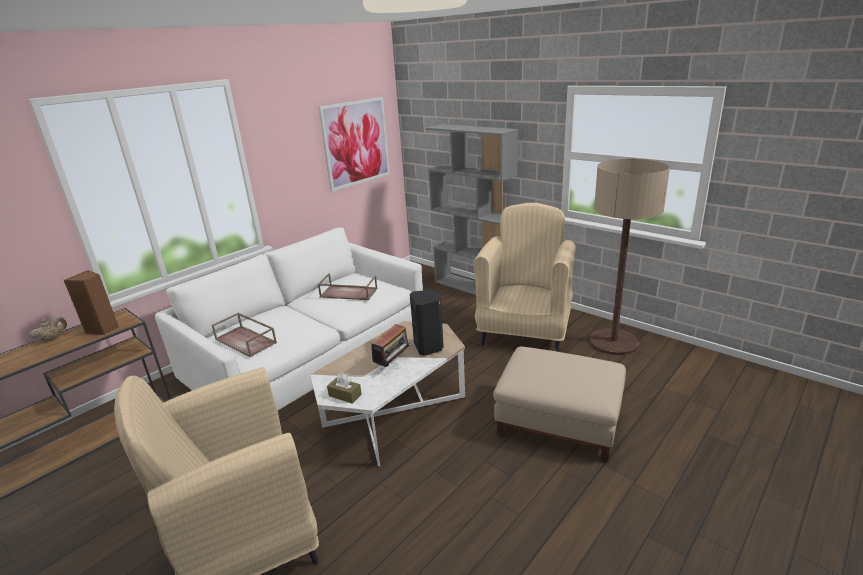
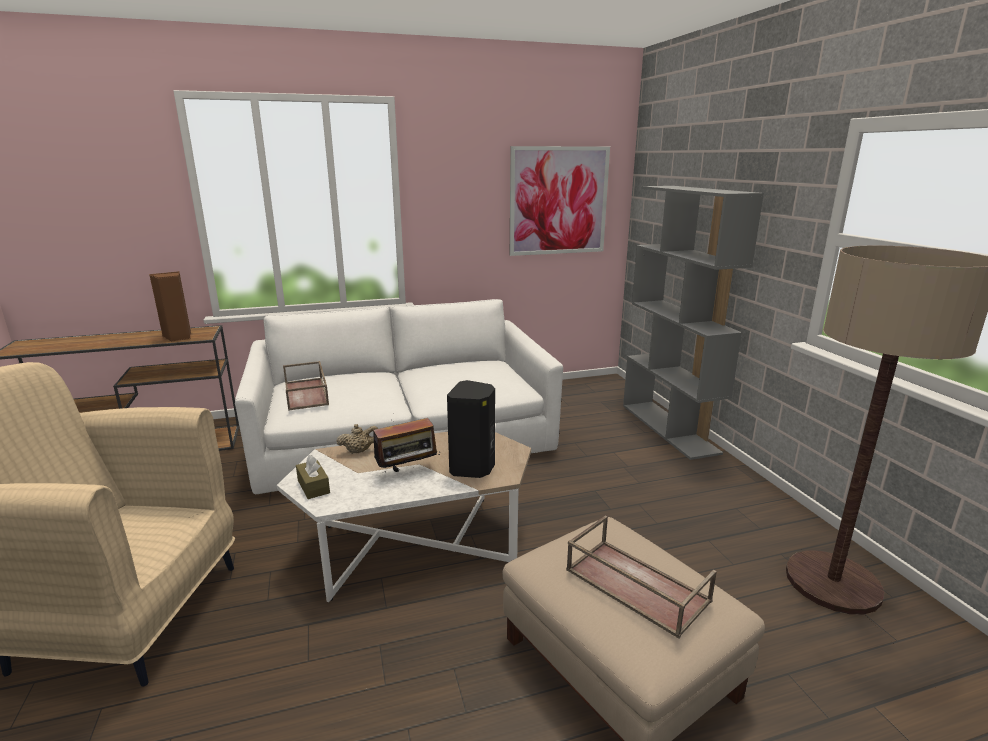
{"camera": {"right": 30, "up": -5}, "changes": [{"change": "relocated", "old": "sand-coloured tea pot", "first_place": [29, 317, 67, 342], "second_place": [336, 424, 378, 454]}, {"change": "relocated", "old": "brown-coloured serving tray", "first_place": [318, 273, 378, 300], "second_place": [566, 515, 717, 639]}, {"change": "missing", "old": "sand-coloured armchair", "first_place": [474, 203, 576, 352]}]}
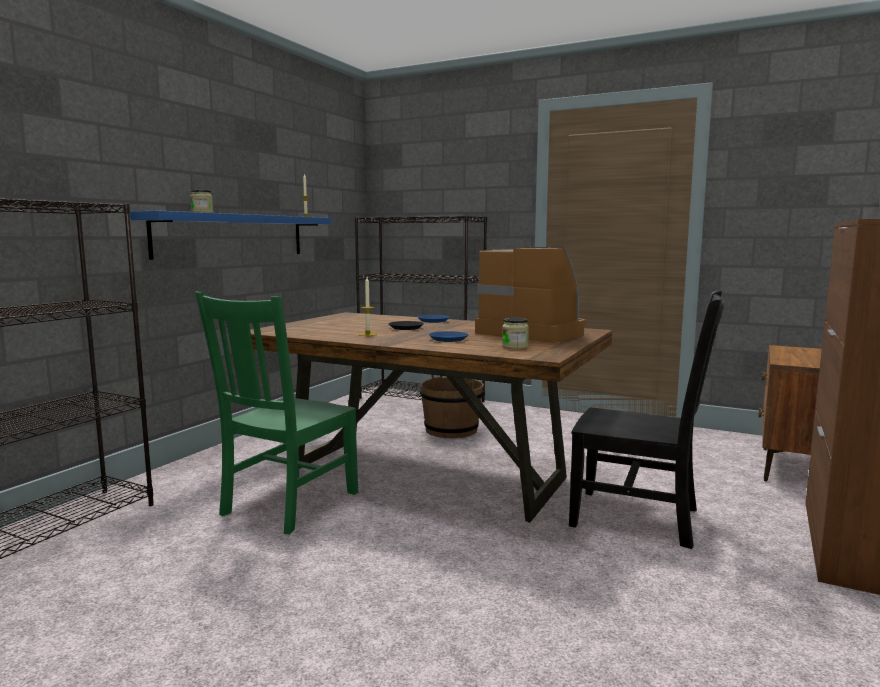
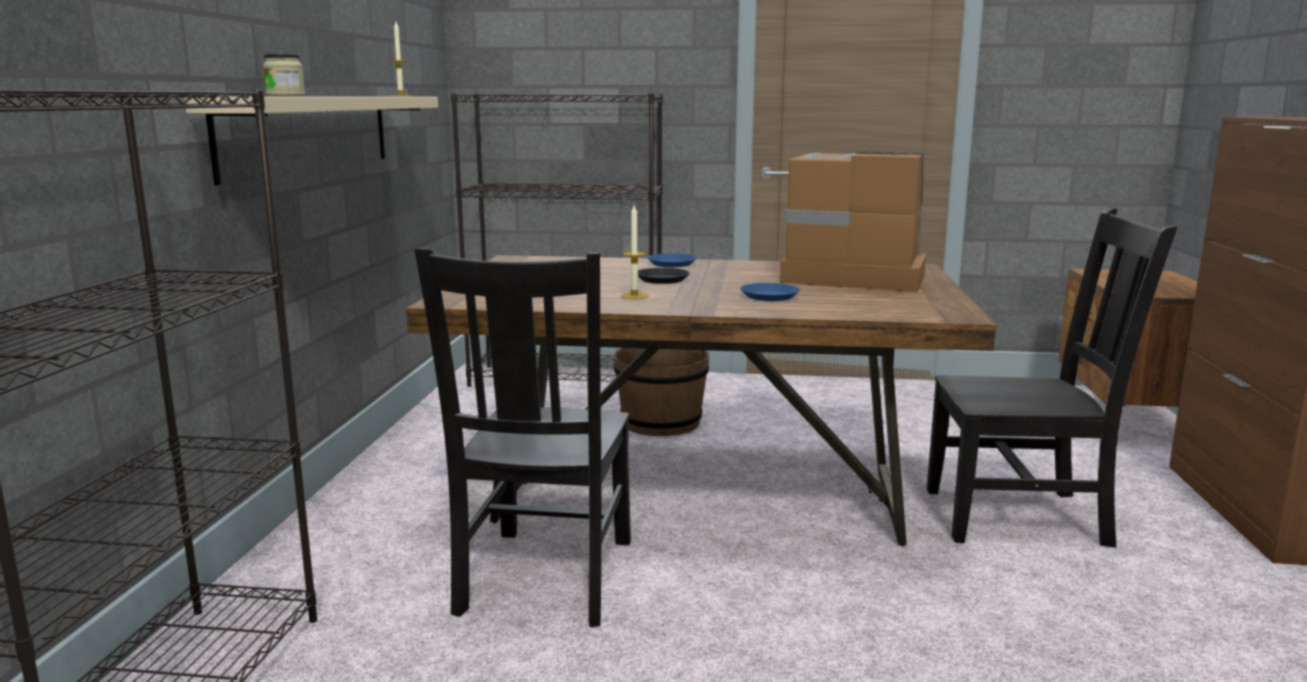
{"camera": {"right": -20, "up": 5}, "changes": [{"change": "colour", "old": "bluish wall shelf", "new": "sand-coloured wall shelf", "first_place": [130, 211, 331, 260], "second_place": [184, 97, 438, 185]}, {"change": "colour", "old": "green plain chair", "new": "blackish plain chair", "first_place": [195, 292, 358, 534], "second_place": [415, 248, 631, 627]}, {"change": "missing", "old": "storage jar", "first_place": [502, 318, 529, 349]}]}
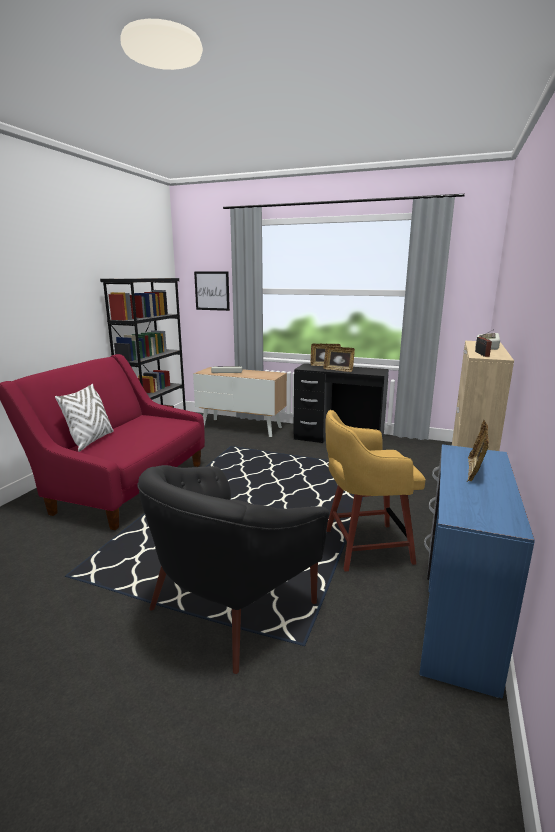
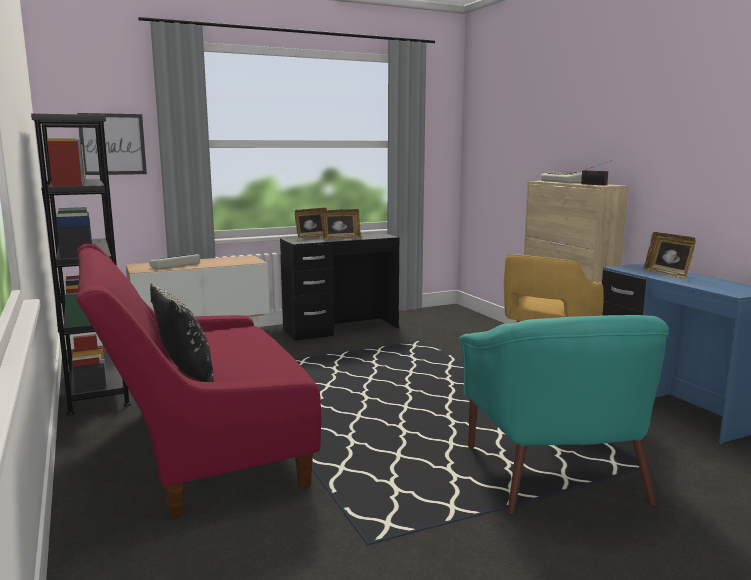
{"camera": {"right": -45, "up": -5}, "changes": [{"change": "colour", "old": "white-coloured pillow", "new": "blackish pillow", "first_place": [55, 384, 113, 452], "second_place": [150, 283, 214, 382]}, {"change": "colour", "old": "blackish armchair", "new": "turquoise armchair", "first_place": [137, 465, 330, 674], "second_place": [460, 315, 669, 514]}]}
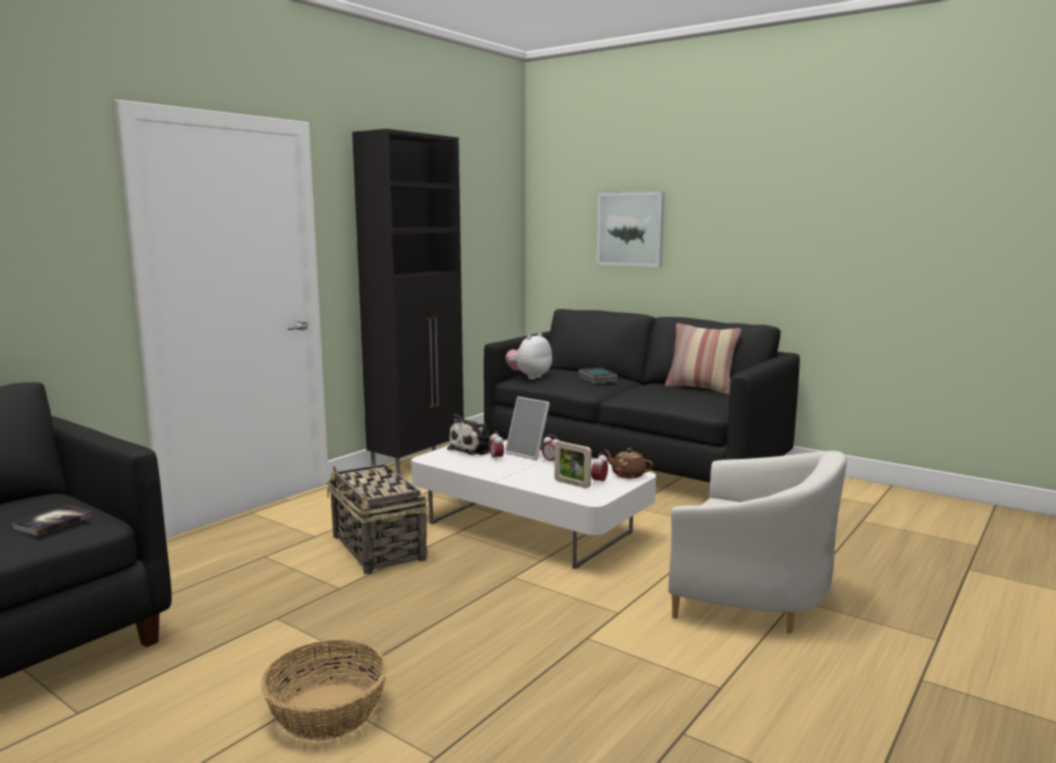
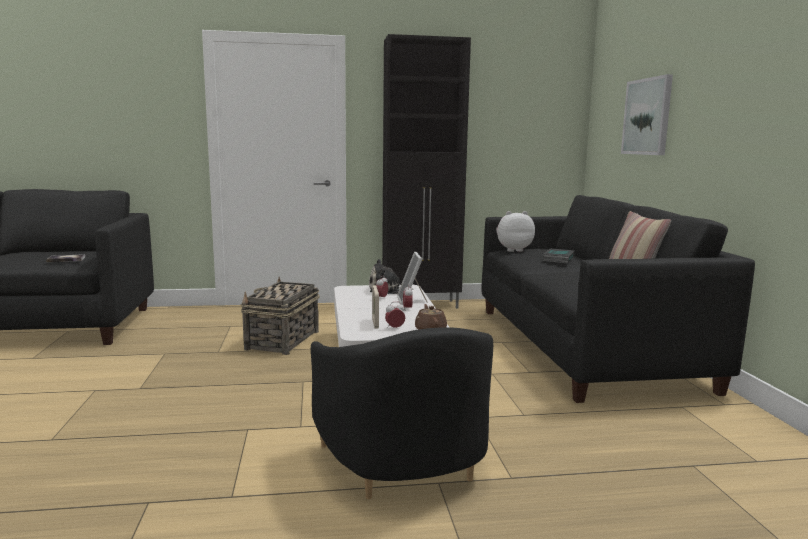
{"camera": {"right": 45, "up": 0}, "changes": [{"change": "missing", "old": "storage basket", "first_place": [261, 640, 388, 741]}, {"change": "colour", "old": "white-coloured armchair", "new": "blackish armchair", "first_place": [668, 451, 847, 634], "second_place": [311, 327, 493, 499]}]}
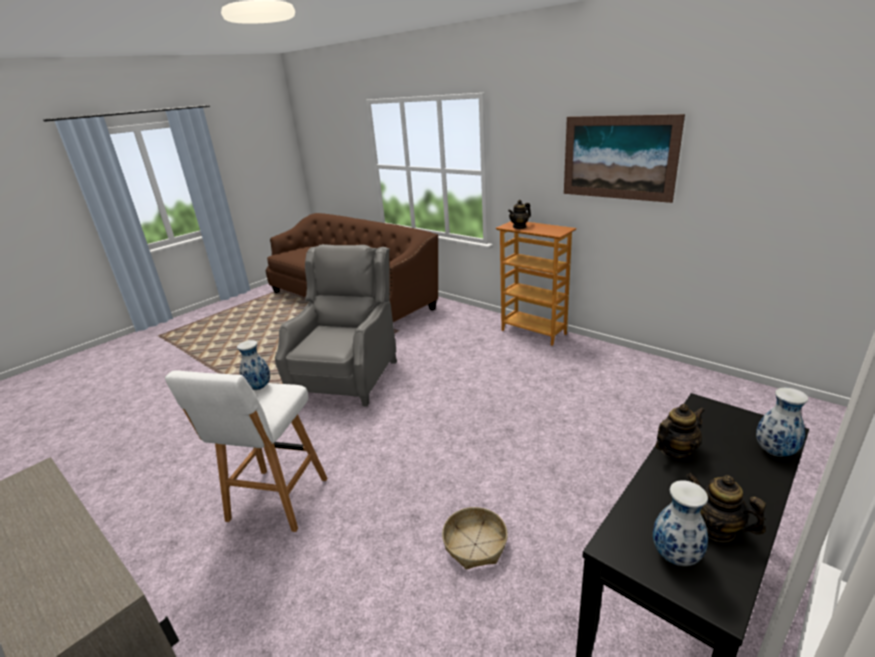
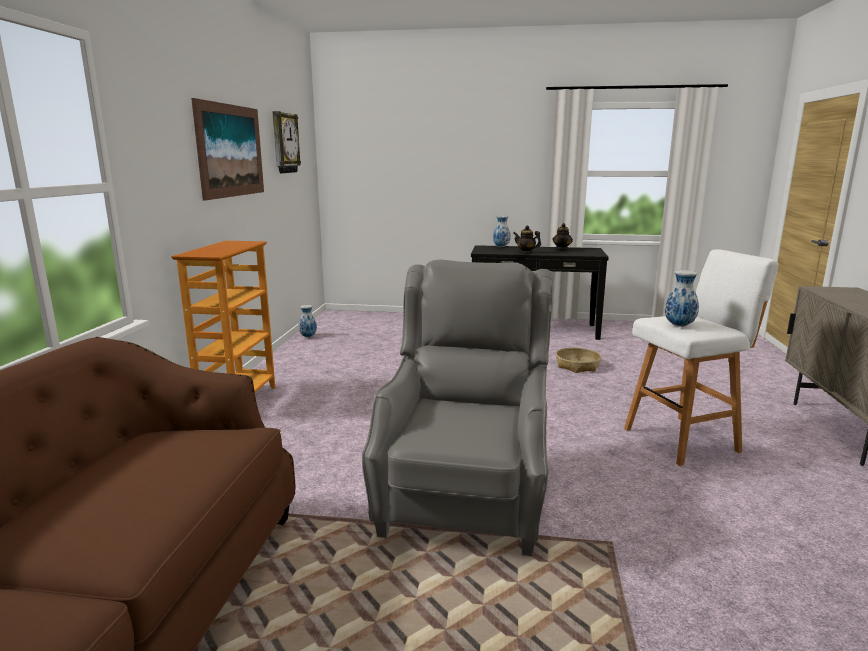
{"camera": {"right": -125, "up": -10}, "changes": [{"change": "spun", "old": "greyish armchair", "first_place": [275, 244, 397, 407], "second_place": [362, 259, 553, 556], "degrees": 120}, {"change": "missing", "old": "tea pot", "first_place": [508, 200, 531, 229]}, {"change": "relocated", "old": "flower vase", "first_place": [653, 480, 708, 566], "second_place": [298, 305, 317, 337]}, {"change": "appeared", "new": "clock on the wall", "second_place": [272, 111, 301, 173]}]}
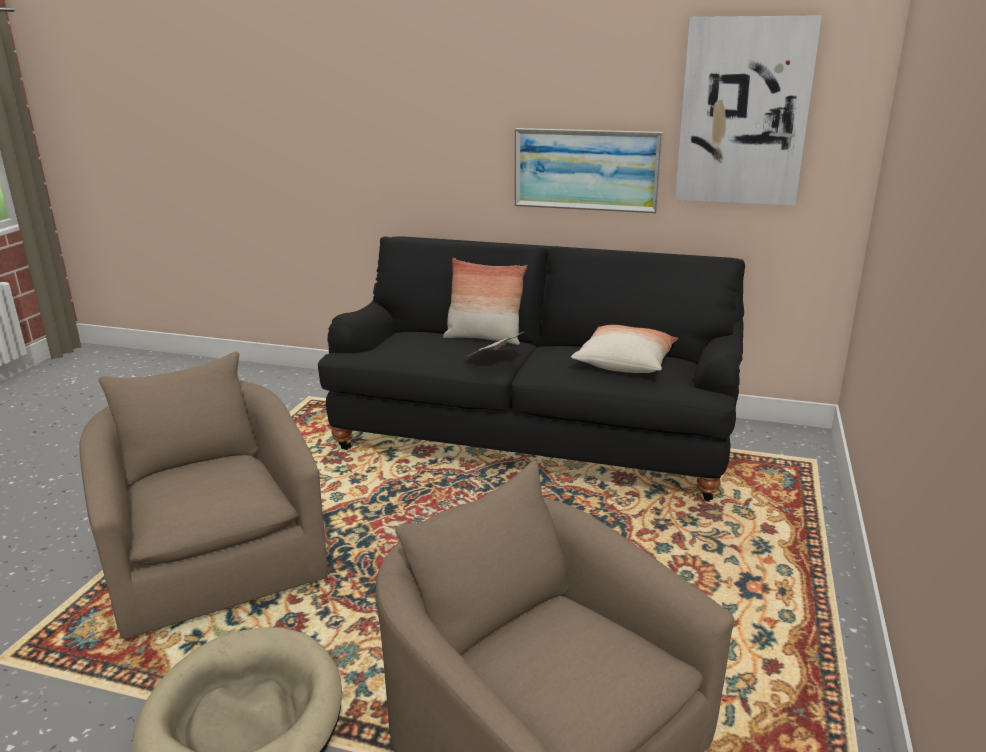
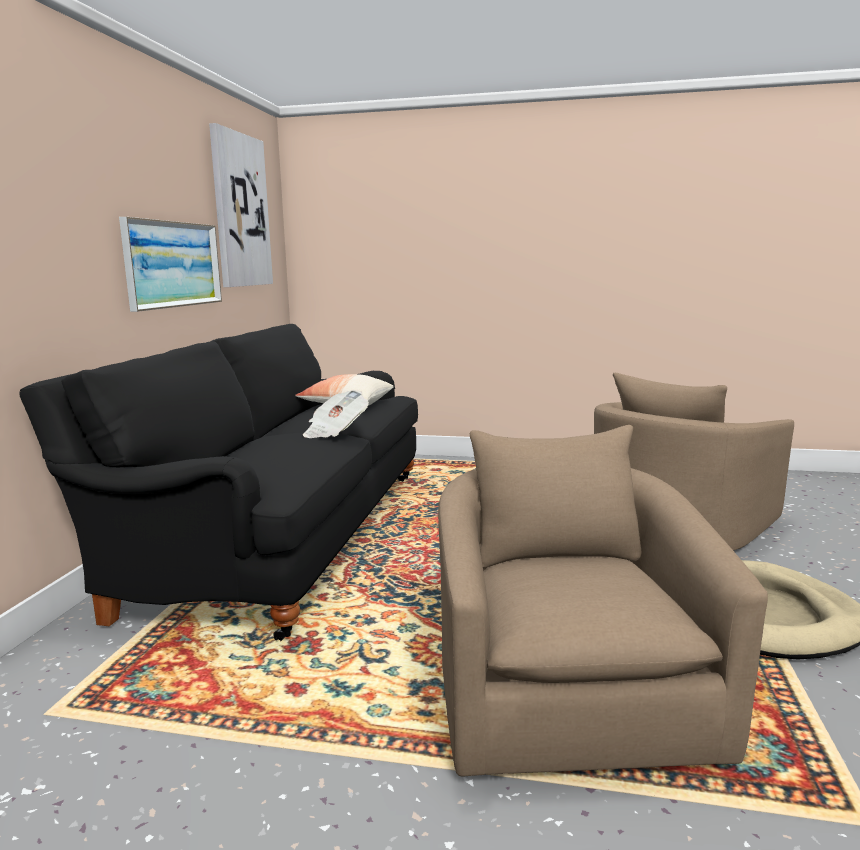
{"camera": {"right": -95, "up": -10}, "changes": [{"change": "spun", "old": "sand-coloured armchair", "first_place": [79, 352, 328, 639], "second_place": [438, 425, 768, 776], "degrees": 120}, {"change": "missing", "old": "pillow", "first_place": [443, 258, 527, 345]}]}
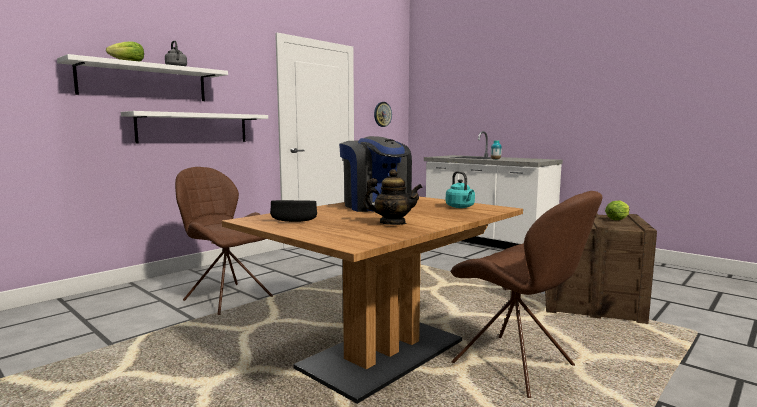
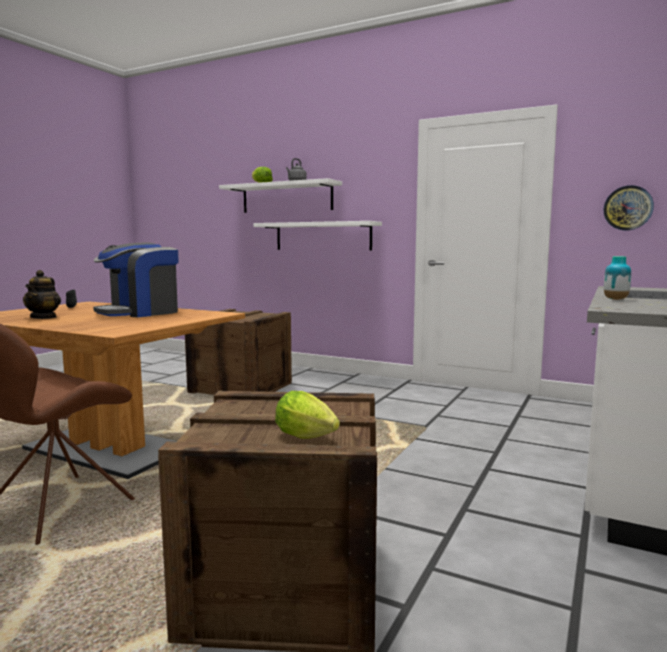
{"camera": {"right": 75, "up": 0}, "changes": [{"change": "exchanged", "old": "brown-coloured plain chair", "new": "crate", "first_place": [175, 167, 273, 315], "second_place": [185, 309, 292, 395]}, {"change": "missing", "old": "turquoise tea kettle", "first_place": [446, 171, 475, 208]}]}
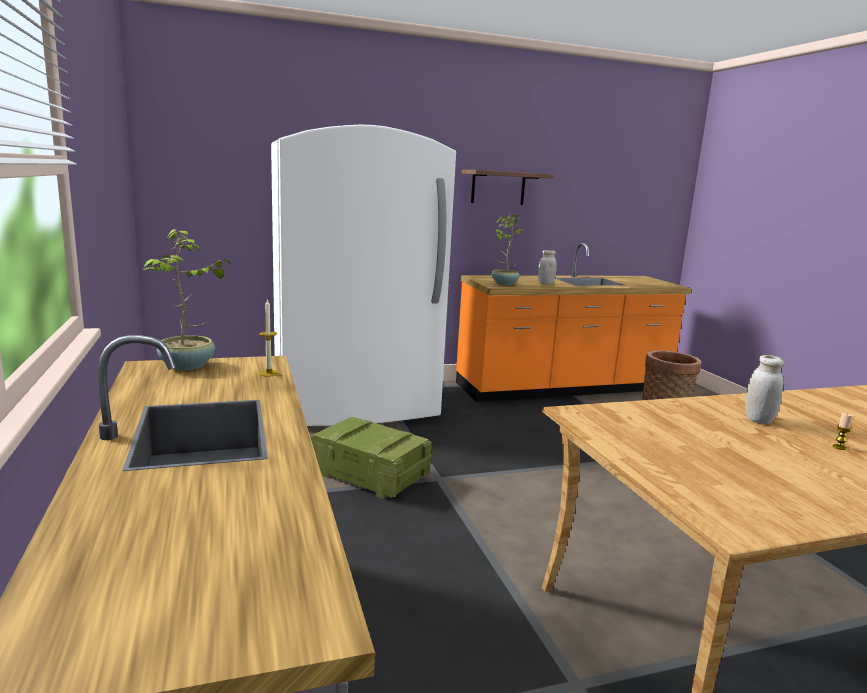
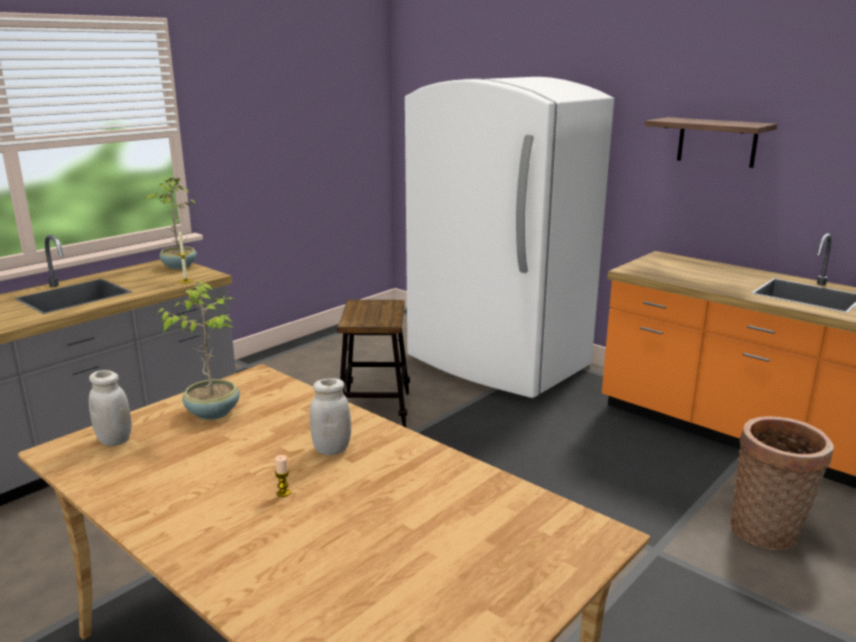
{"camera": {"right": 60, "up": 5}, "changes": [{"change": "exchanged", "old": "crate", "new": "stool seat", "first_place": [310, 416, 432, 498], "second_place": [337, 300, 410, 427]}, {"change": "relocated", "old": "houseplant", "first_place": [492, 214, 526, 285], "second_place": [157, 281, 240, 420]}, {"change": "relocated", "old": "white-coloured storage jar", "first_place": [538, 250, 557, 285], "second_place": [89, 370, 132, 446]}]}
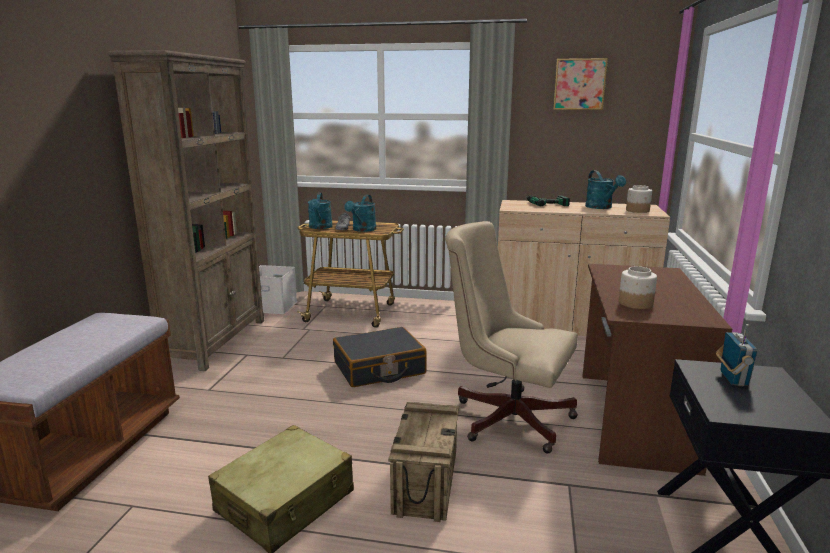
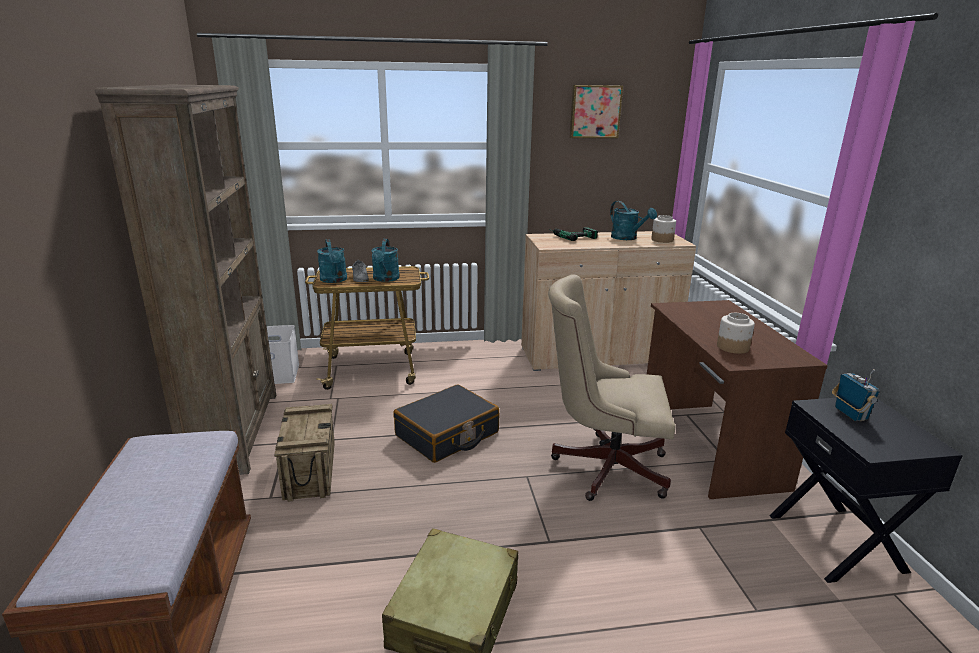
{"camera": {"right": -20, "up": 5}, "changes": [{"change": "relocated", "old": "crate", "first_place": [388, 402, 459, 522], "second_place": [274, 404, 335, 502]}]}
